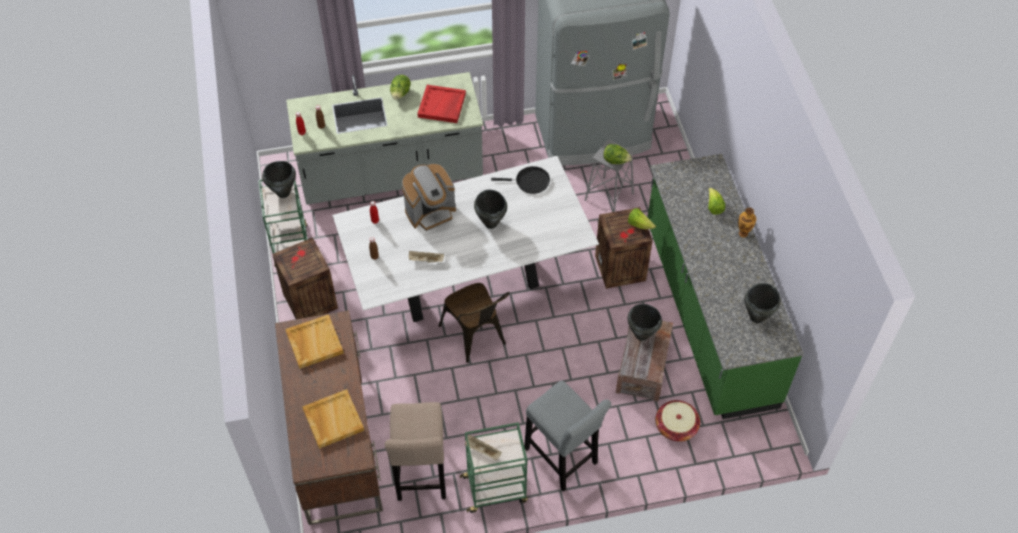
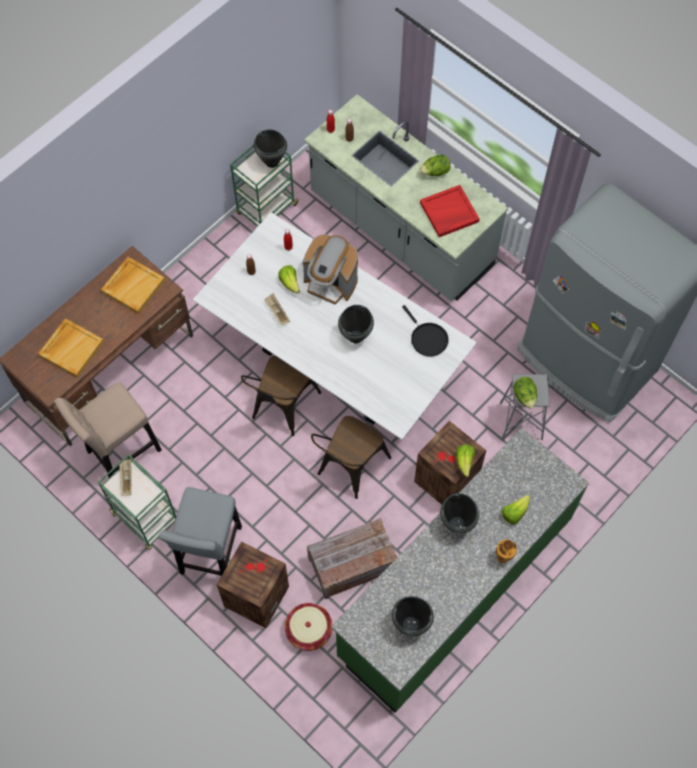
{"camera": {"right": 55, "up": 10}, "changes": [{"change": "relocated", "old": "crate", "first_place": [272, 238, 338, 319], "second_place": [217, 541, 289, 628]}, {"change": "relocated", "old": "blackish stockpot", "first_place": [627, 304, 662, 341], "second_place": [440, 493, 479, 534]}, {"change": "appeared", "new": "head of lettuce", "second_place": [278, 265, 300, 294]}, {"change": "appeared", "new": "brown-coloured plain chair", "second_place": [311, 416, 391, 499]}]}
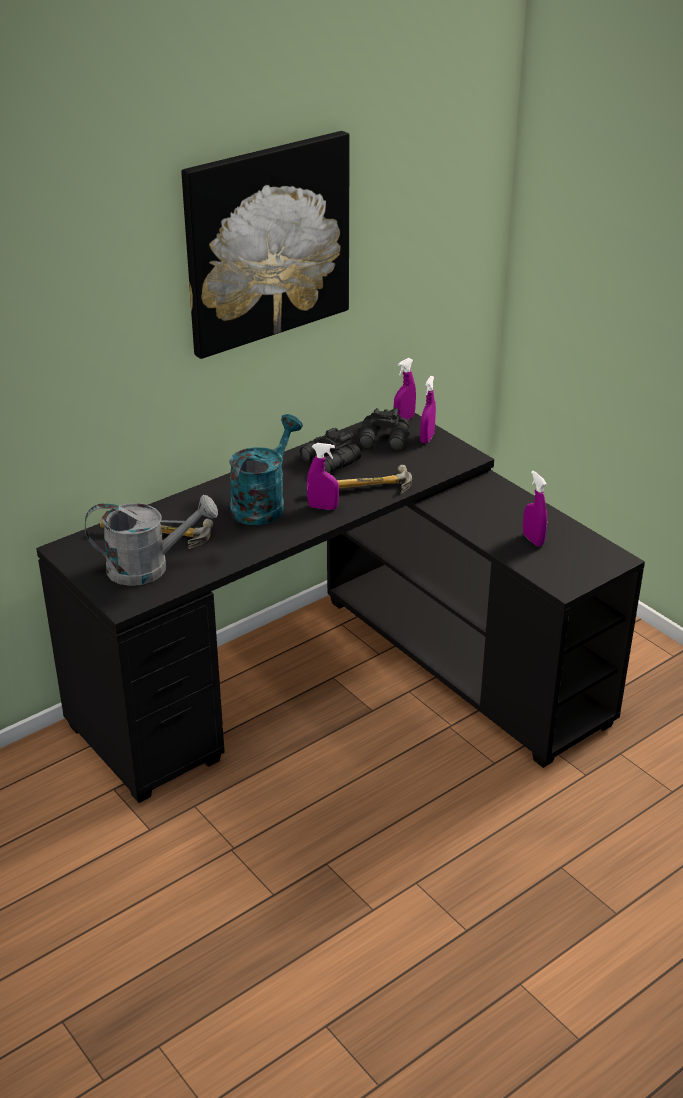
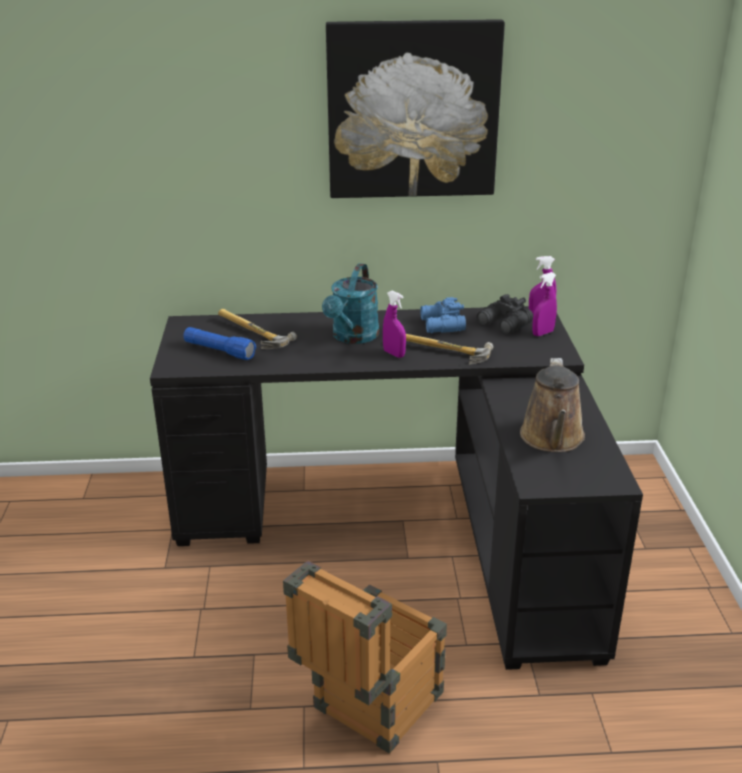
{"camera": {"right": 35, "up": -5}, "changes": [{"change": "exchanged", "old": "greyish watering can", "new": "bluish torch", "first_place": [85, 495, 218, 586], "second_place": [183, 327, 256, 360]}, {"change": "spun", "old": "turquoise watering can", "first_place": [229, 414, 303, 525], "second_place": [322, 263, 379, 344], "degrees": 135}, {"change": "colour", "old": "blackish field glasses", "new": "bluish field glasses", "first_place": [300, 428, 361, 473], "second_place": [420, 297, 466, 333]}, {"change": "exchanged", "old": "purple-coloured sprayer", "new": "brown-coloured watering can", "first_place": [523, 471, 547, 547], "second_place": [520, 358, 585, 452]}, {"change": "appeared", "new": "crate", "second_place": [283, 560, 447, 754]}]}
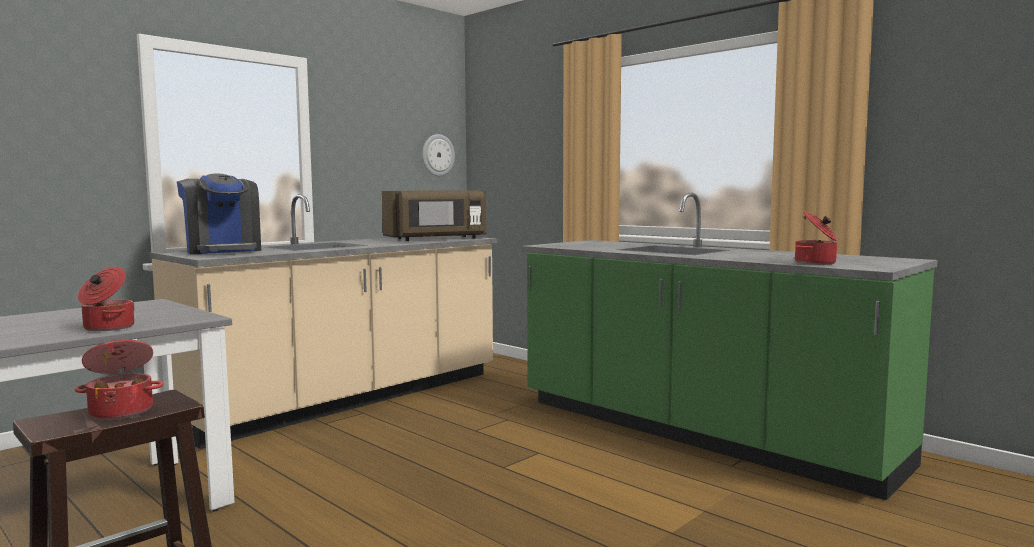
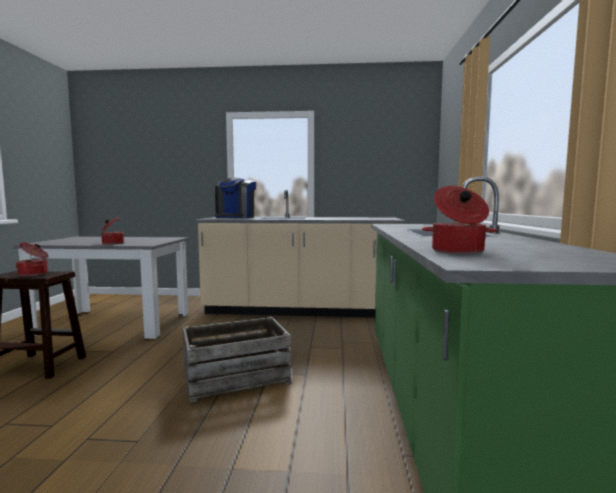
{"camera": {"right": 50, "up": 0}, "changes": [{"change": "missing", "old": "brown-coloured microwave oven", "first_place": [382, 190, 486, 241]}, {"change": "missing", "old": "clock on the wall", "first_place": [422, 134, 455, 176]}, {"change": "appeared", "new": "crate", "second_place": [183, 317, 292, 403]}]}
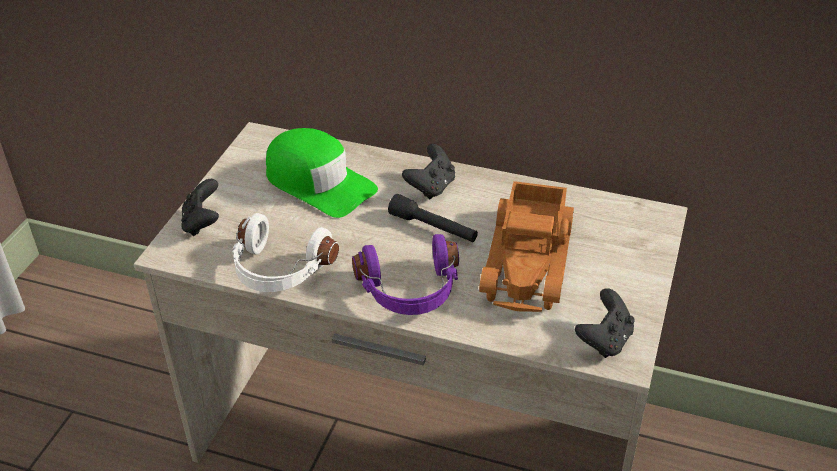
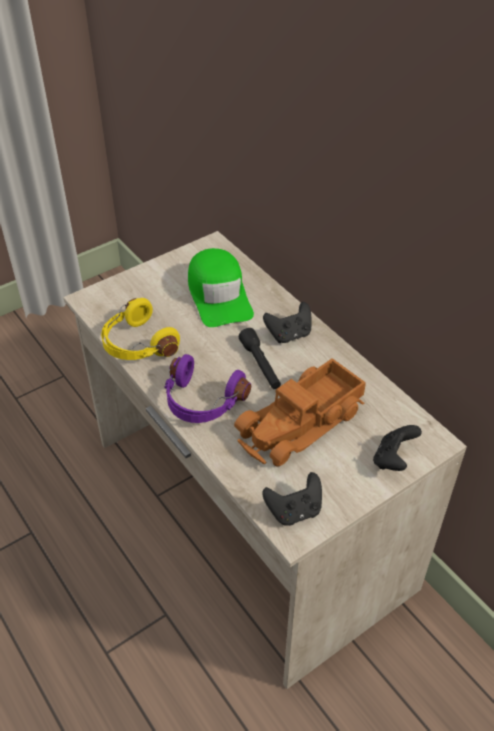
{"camera": {"right": 35, "up": 5}, "changes": [{"change": "relocated", "old": "blackish gamepad", "first_place": [181, 179, 219, 236], "second_place": [373, 425, 422, 471]}, {"change": "colour", "old": "white-coloured pair of headphones", "new": "yellow-coloured pair of headphones", "first_place": [231, 213, 339, 292], "second_place": [101, 298, 180, 360]}]}
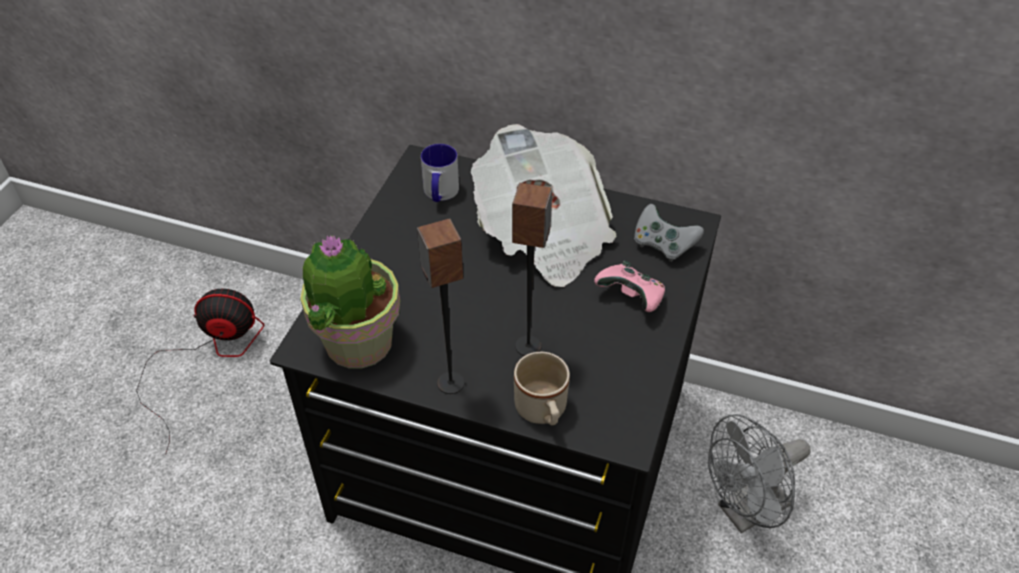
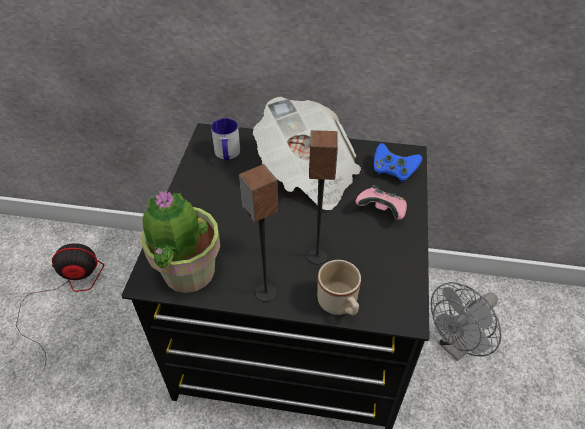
{"camera": {"right": -10, "up": 0}, "changes": [{"change": "colour", "old": "greyish gamepad", "new": "bluish gamepad", "first_place": [634, 204, 704, 262], "second_place": [374, 143, 422, 182]}]}
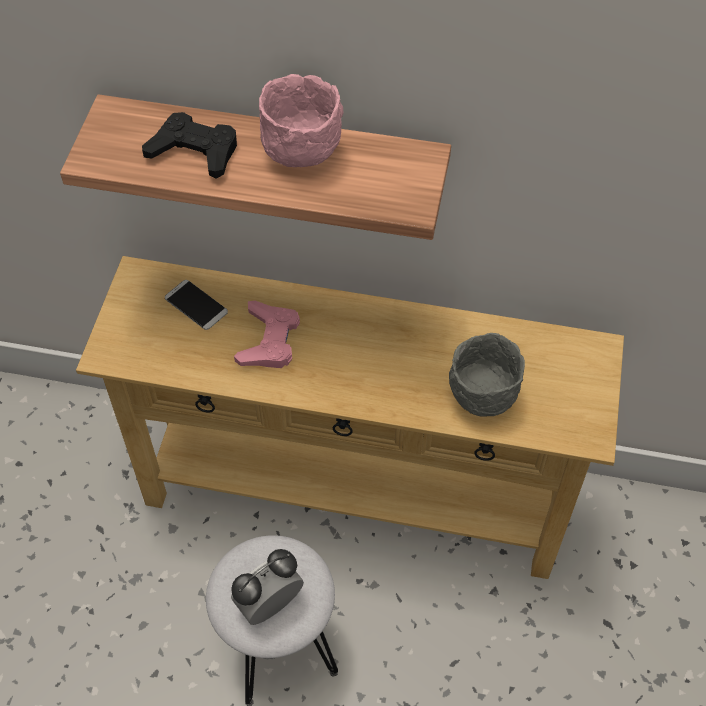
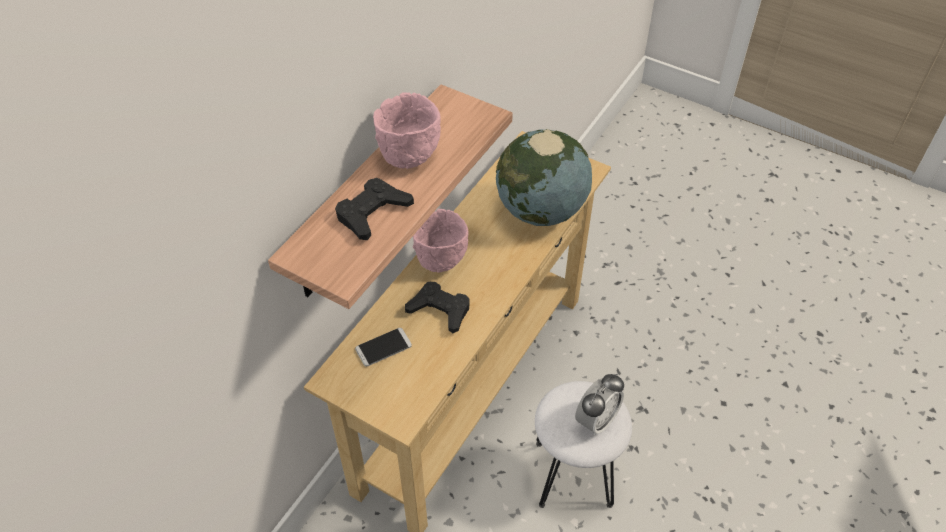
{"camera": {"right": -70, "up": -5}, "changes": [{"change": "spun", "old": "alarm clock", "first_place": [231, 549, 304, 625], "second_place": [575, 374, 624, 435], "degrees": -120}, {"change": "colour", "old": "pink gamepad", "new": "blackish gamepad", "first_place": [234, 301, 300, 368], "second_place": [405, 282, 470, 333]}, {"change": "exchanged", "old": "greyish deep dish", "new": "world globe", "first_place": [449, 333, 525, 417], "second_place": [496, 129, 592, 226]}, {"change": "appeared", "new": "pink deep dish", "second_place": [413, 209, 469, 273]}]}
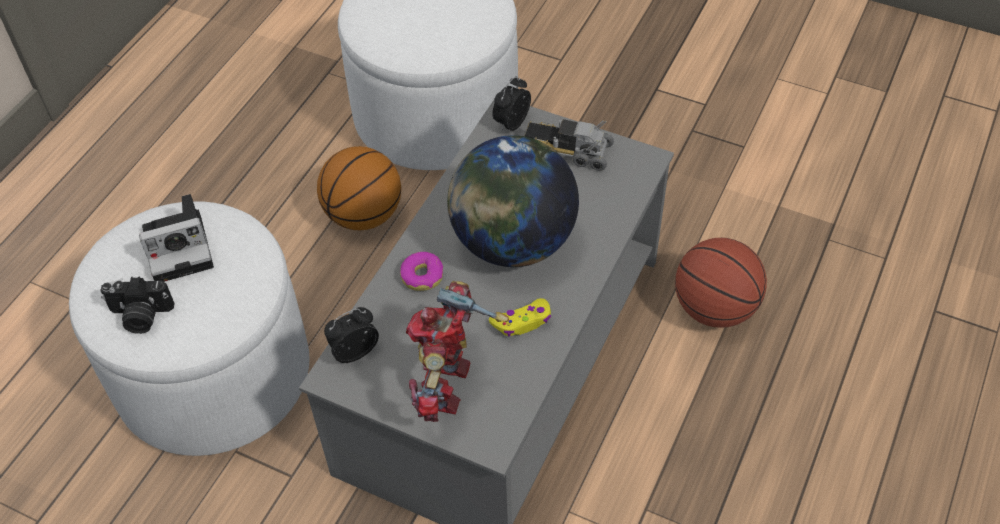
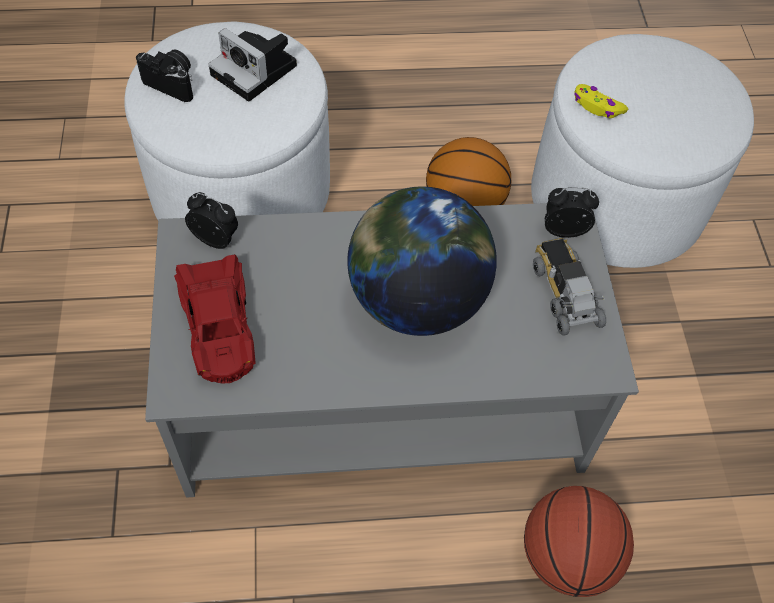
{"camera": {"right": 55, "up": 5}, "changes": [{"change": "spun", "old": "still camera", "first_place": [100, 277, 175, 334], "second_place": [136, 49, 193, 102], "degrees": 150}, {"change": "missing", "old": "ring doughnut", "first_place": [400, 252, 443, 291]}, {"change": "exchanged", "old": "model robot", "new": "red model car", "first_place": [406, 280, 509, 422], "second_place": [174, 254, 256, 383]}, {"change": "relocated", "old": "yellow-coloured gamepad", "first_place": [489, 298, 551, 337], "second_place": [574, 84, 628, 118]}]}
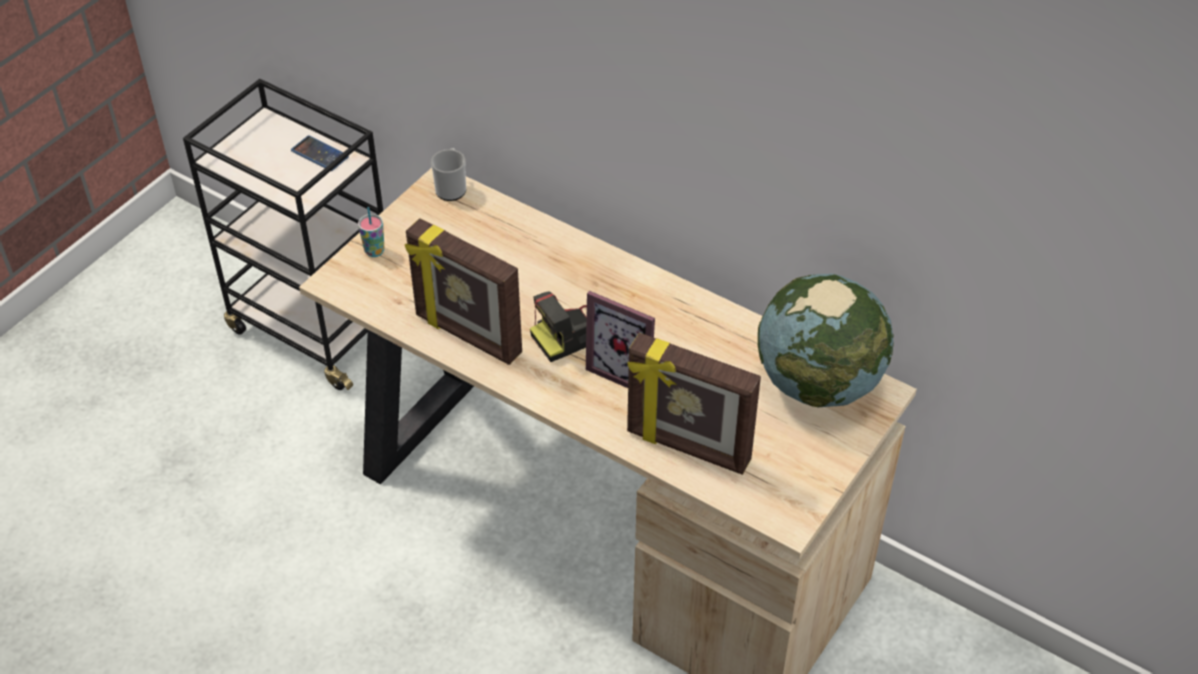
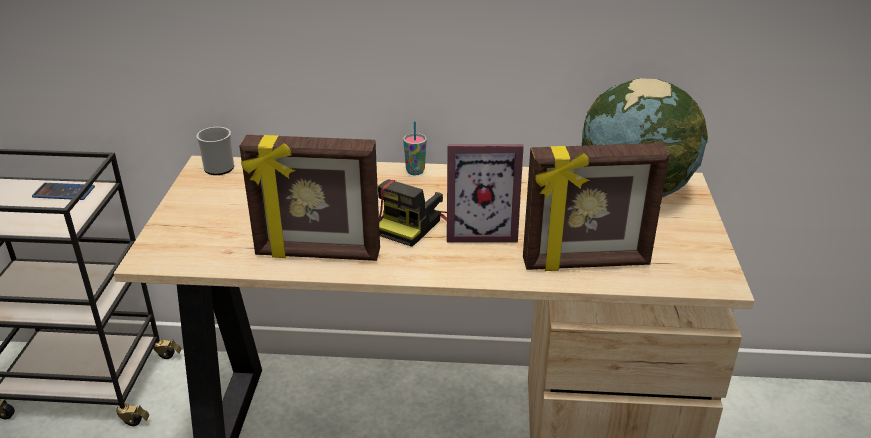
{"camera": {"right": -30, "up": -15}, "changes": [{"change": "relocated", "old": "cup", "first_place": [358, 207, 384, 257], "second_place": [403, 121, 427, 175]}]}
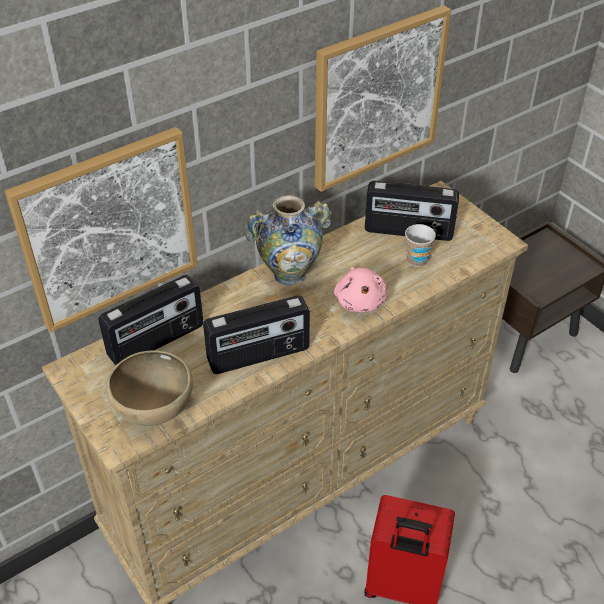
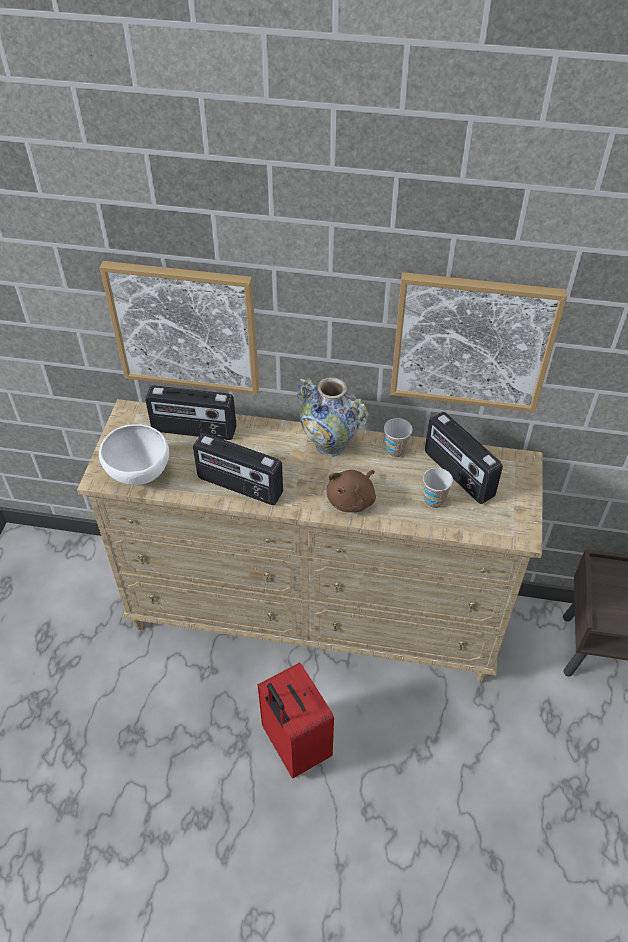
{"camera": {"right": 45, "up": 5}, "changes": [{"change": "colour", "old": "brown-coloured deep dish", "new": "white-coloured deep dish", "first_place": [106, 350, 193, 426], "second_place": [99, 424, 169, 485]}, {"change": "colour", "old": "pink plush toy", "new": "brown-coloured plush toy", "first_place": [334, 267, 387, 313], "second_place": [327, 470, 376, 512]}, {"change": "appeared", "new": "cup", "second_place": [384, 418, 413, 457]}]}
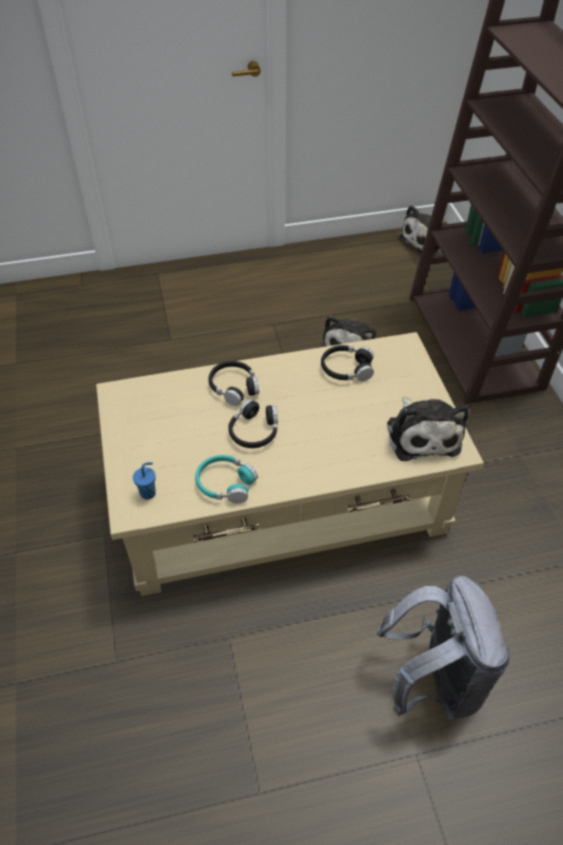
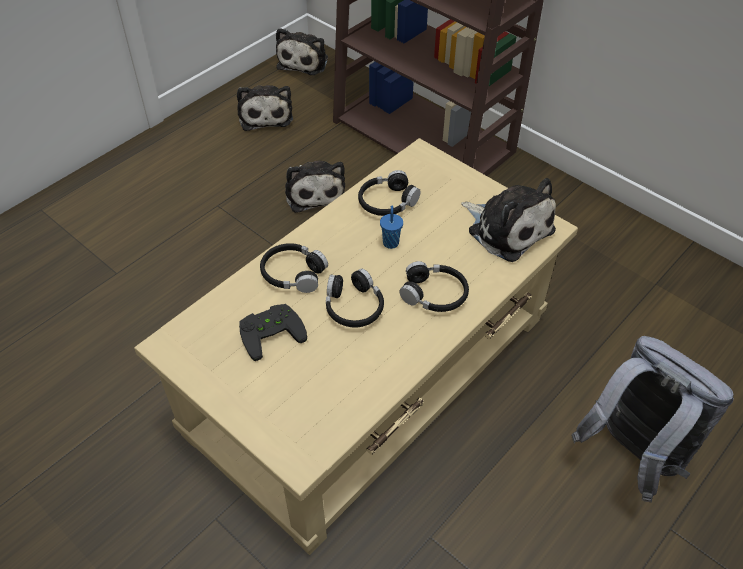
{"camera": {"right": -35, "up": 0}, "changes": [{"change": "relocated", "old": "bluish cup", "first_place": [133, 462, 156, 500], "second_place": [380, 206, 403, 249]}, {"change": "missing", "old": "turquoise pair of headphones", "first_place": [195, 455, 258, 503]}, {"change": "appeared", "new": "plush toy", "second_place": [237, 85, 293, 131]}, {"change": "appeared", "new": "blackish gamepad", "second_place": [239, 304, 307, 361]}, {"change": "appeared", "new": "blackish pair of headphones", "second_place": [399, 261, 469, 312]}]}
